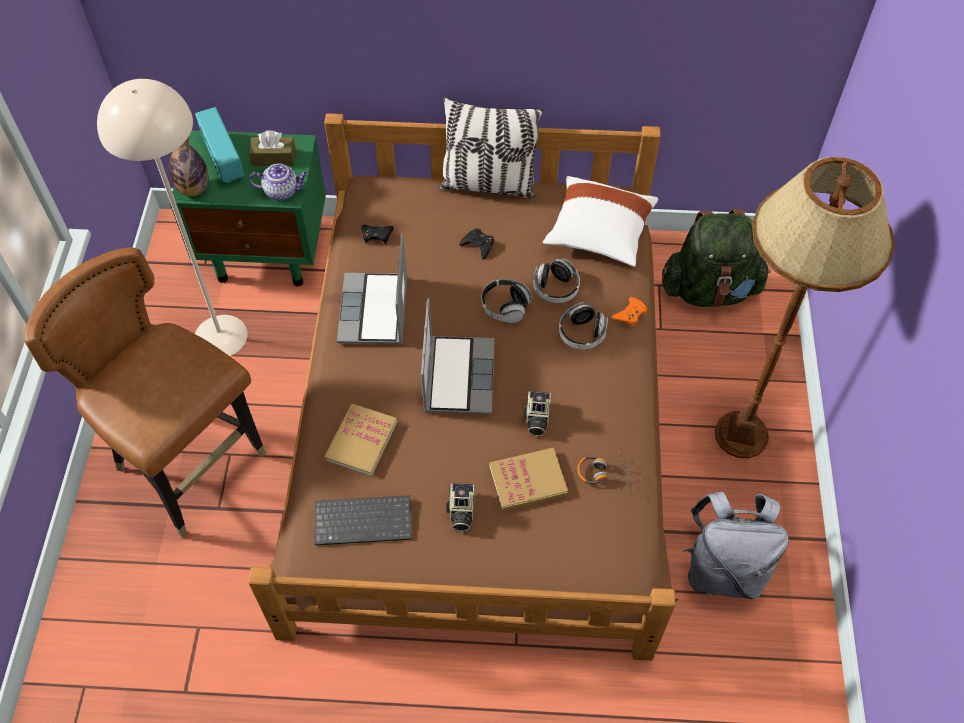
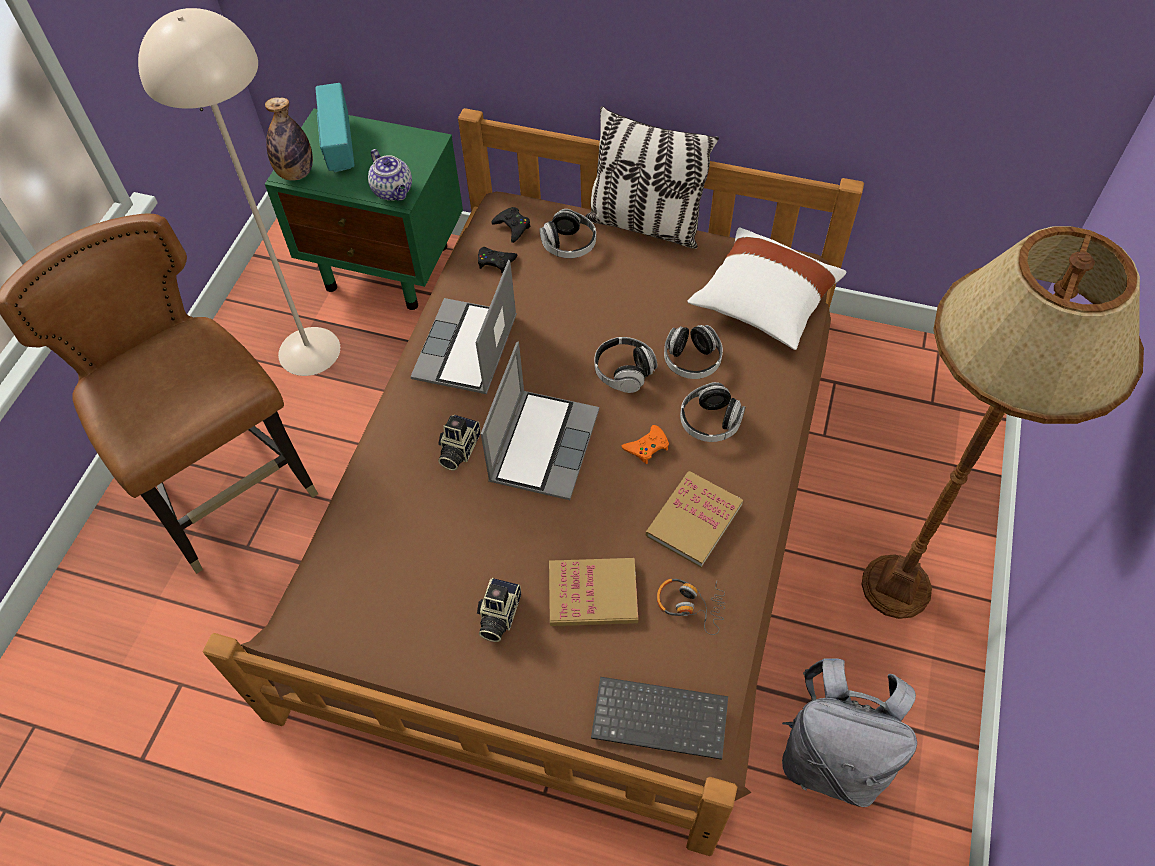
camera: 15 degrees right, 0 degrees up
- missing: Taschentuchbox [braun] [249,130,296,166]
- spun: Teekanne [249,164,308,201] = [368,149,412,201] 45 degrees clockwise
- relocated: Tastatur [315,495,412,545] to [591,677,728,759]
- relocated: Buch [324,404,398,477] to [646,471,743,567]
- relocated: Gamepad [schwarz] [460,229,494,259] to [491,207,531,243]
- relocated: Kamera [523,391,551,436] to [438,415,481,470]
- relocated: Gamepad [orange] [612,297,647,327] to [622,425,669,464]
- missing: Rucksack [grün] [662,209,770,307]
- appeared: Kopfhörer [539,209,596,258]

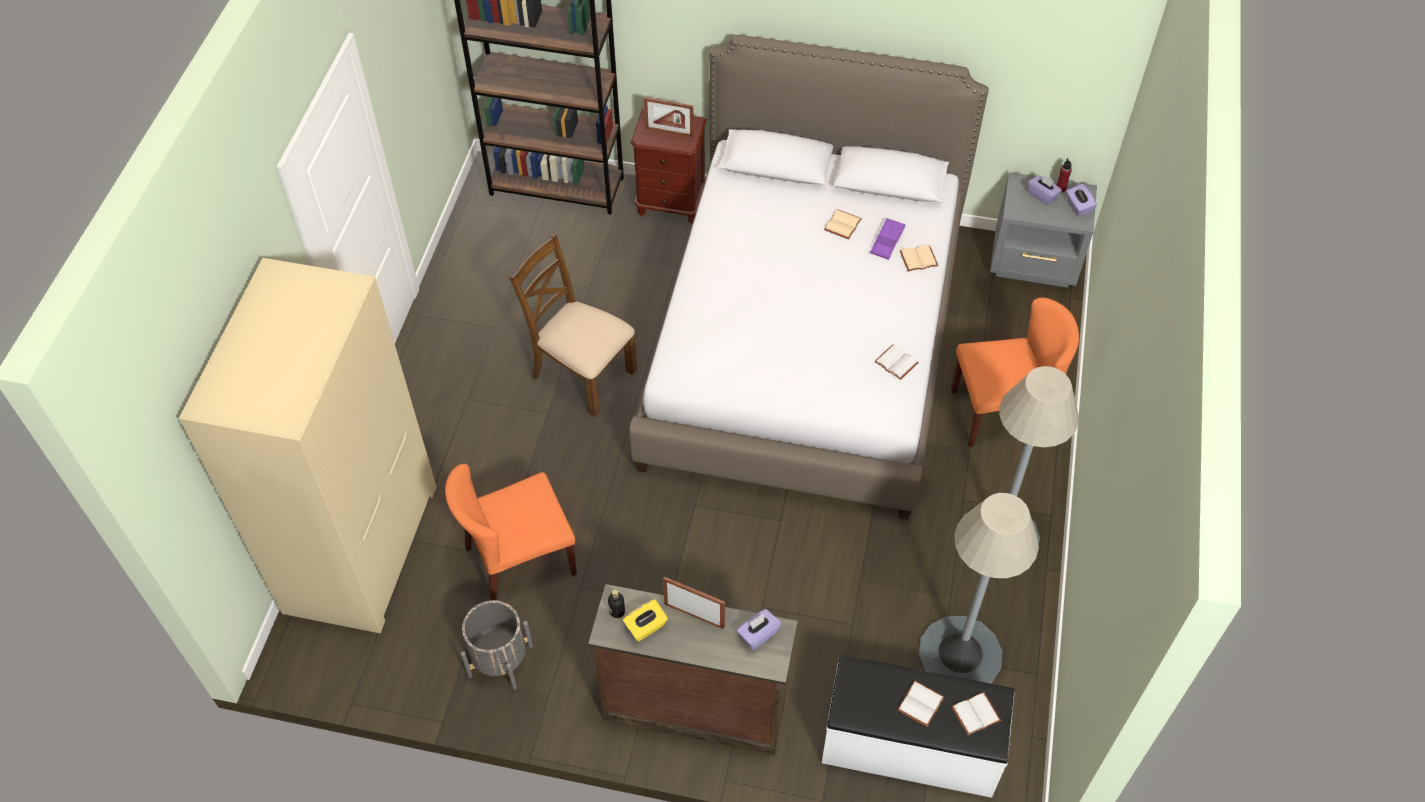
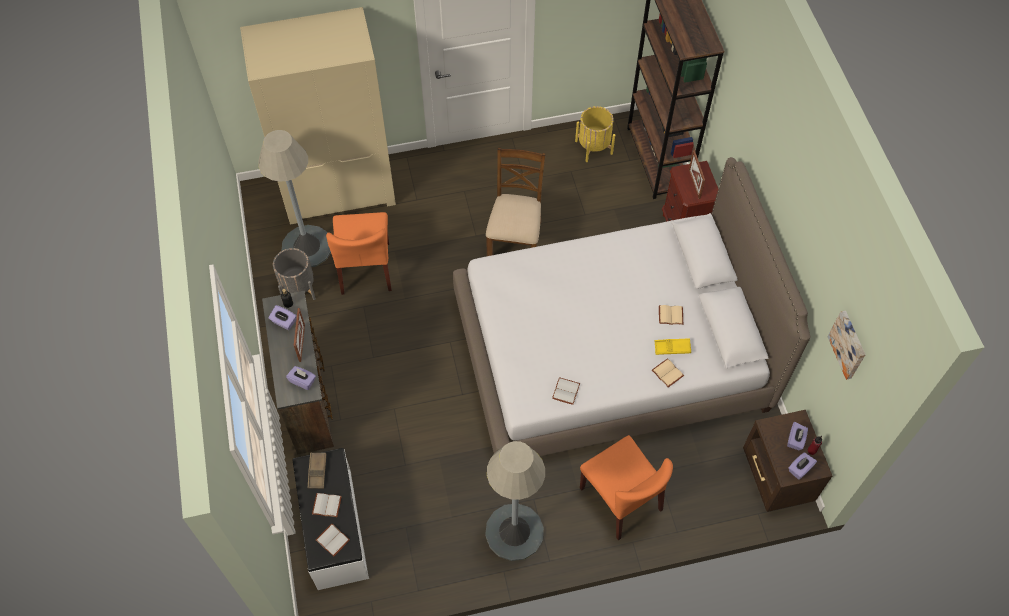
camera: 65 degrees right, 5 degrees up
- spun: Stuhl [orange] [445,464,577,600] = [326,212,392,295] 135 degrees counterclockwise
- colour: Taschentuchbox [gelb] [623,599,668,642] to Taschentuchbox [lila] [268,305,296,330]
- colour: Tablett [lila] [870,218,906,260] to Tablett [gelb] [655,338,691,355]
- relocated: Stehlampe [grau] [918,493,1039,684] to [258,130,331,267]
- colour: Nachttisch [grau] [990,172,1097,288] to Nachttisch [braun] [743,410,832,512]
- appeared: Tablett [braun] [308,453,326,489]
- appeared: Pflanzkübel [gelb] [575,106,615,162]
- appeared: Bild [827,311,866,380]

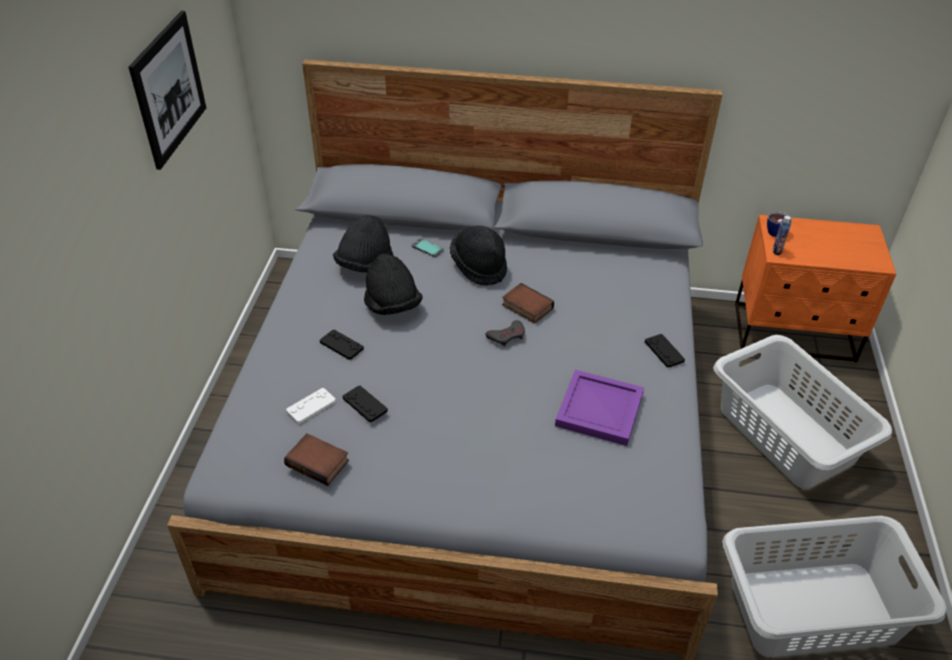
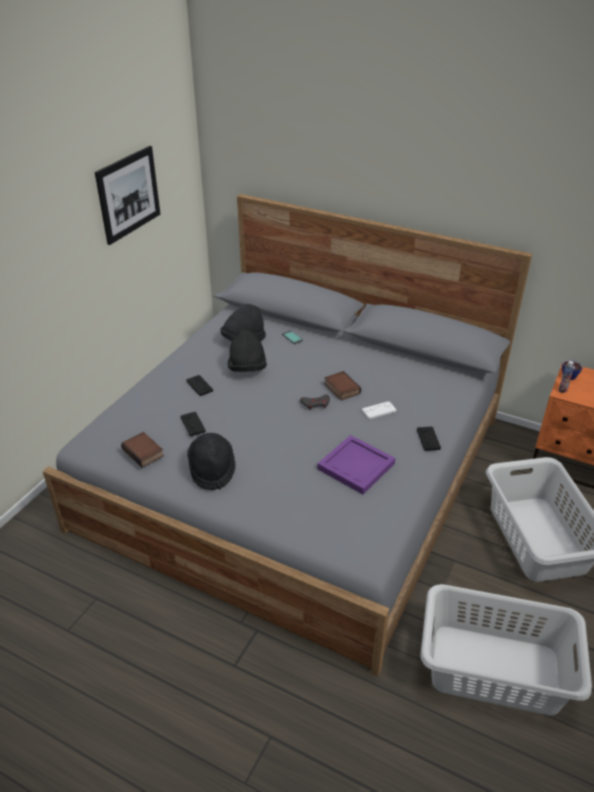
camera: 20 degrees right, 5 degrees down
- relocated: Gamepad [weiß] [286,388,336,424] to [362,401,397,419]
- relocated: Hut [schwarz] [450,226,507,286] to [187,433,236,490]

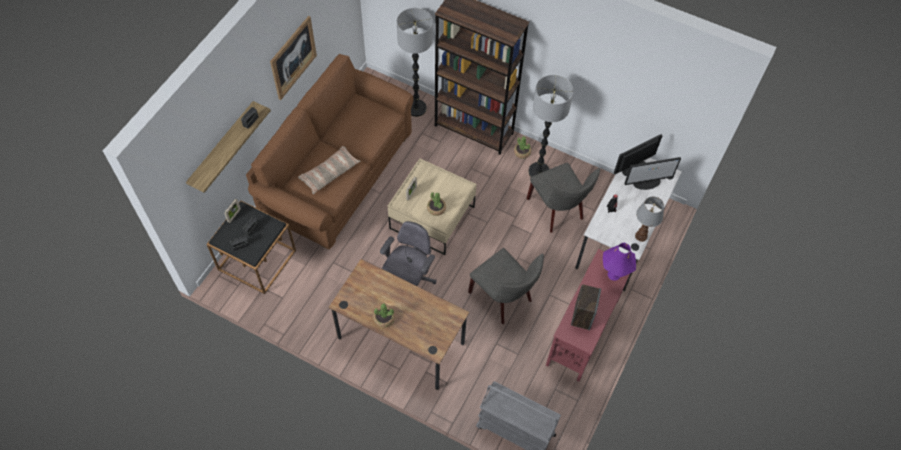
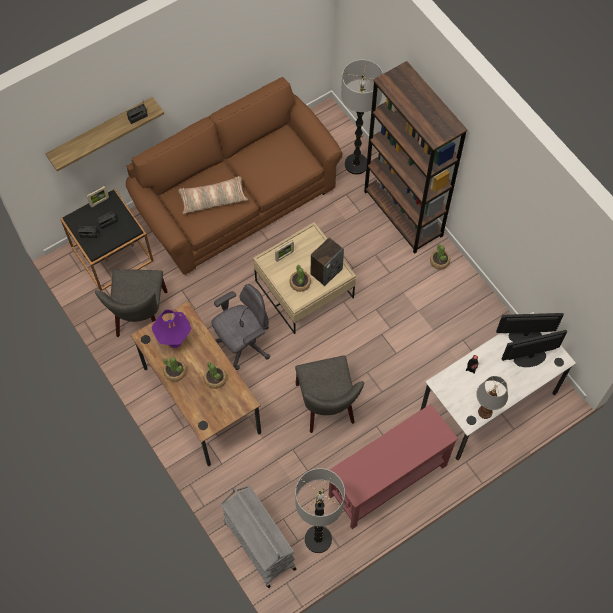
camera: 30 degrees right, 5 degrees up
- missing: Bild [270,16,317,100]
- relocated: Stuhl [grau] [527,162,600,233] to [95,269,168,337]
- relocated: Stehlampe [528,75,574,177] to [295,468,345,553]
- relocated: Lautsprecher [571,284,601,330] to [311,237,344,286]
- relocated: Tischlampe [lila] [603,243,636,281] to [151,310,192,348]
- spun: Monitor [624,157,681,190] = [502,330,567,367] 150 degrees clockwise
- appeared: Topfpflanze [204,362,227,389]

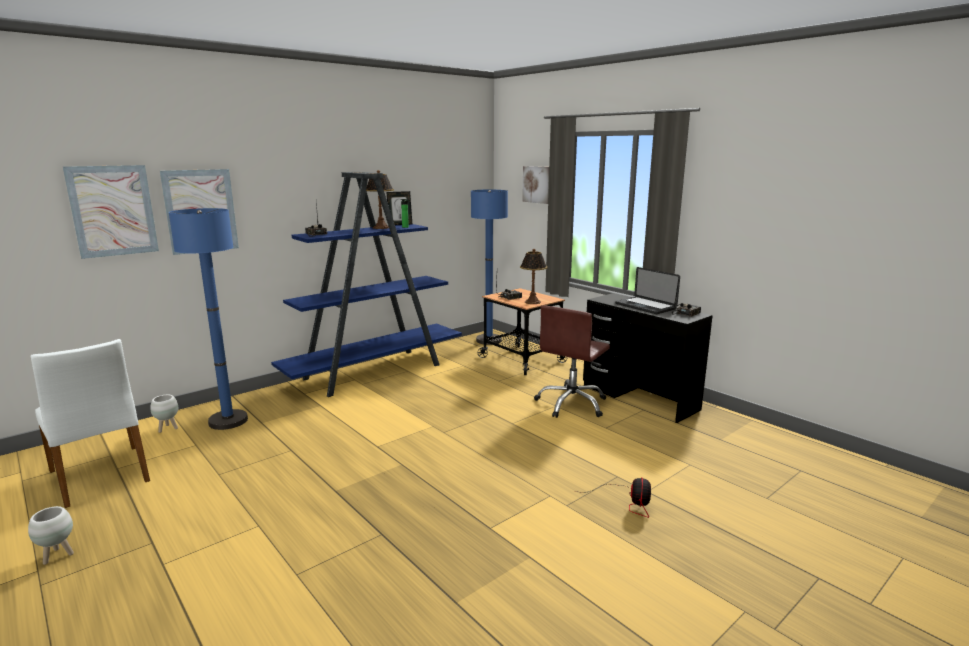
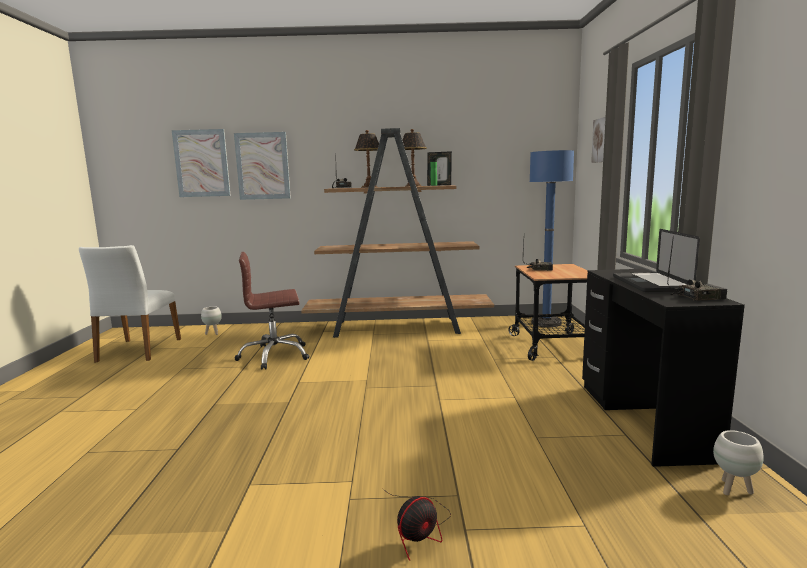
camera: 40 degrees right, 5 degrees down
- relocated: Pflanzkübel [weiß] [28,506,74,565] to [713,430,764,495]
- missing: Stehlampe [blau] [169,208,248,430]
- colour: Bücherregal [blau] [271,172,462,397] to Bücherregal [braun] [301,128,494,338]
- relocated: Tischlampe [520,249,548,304] to [354,130,379,188]
- relocated: Bürostuhl [braun] [534,305,610,418] to [235,252,309,369]

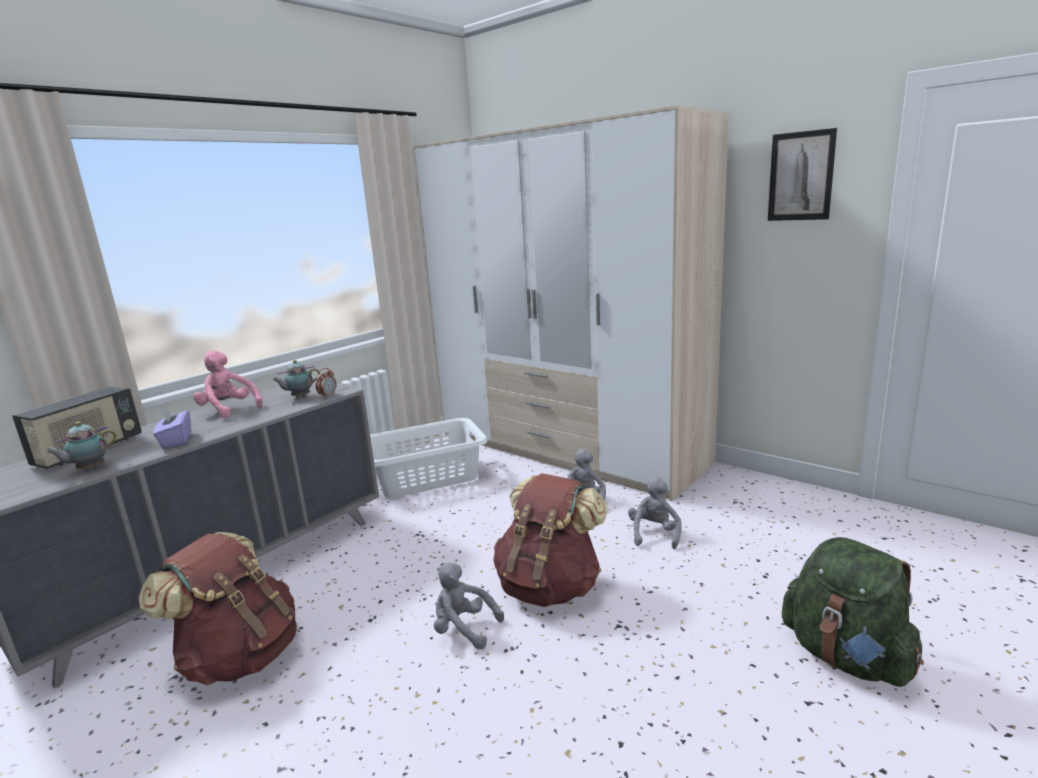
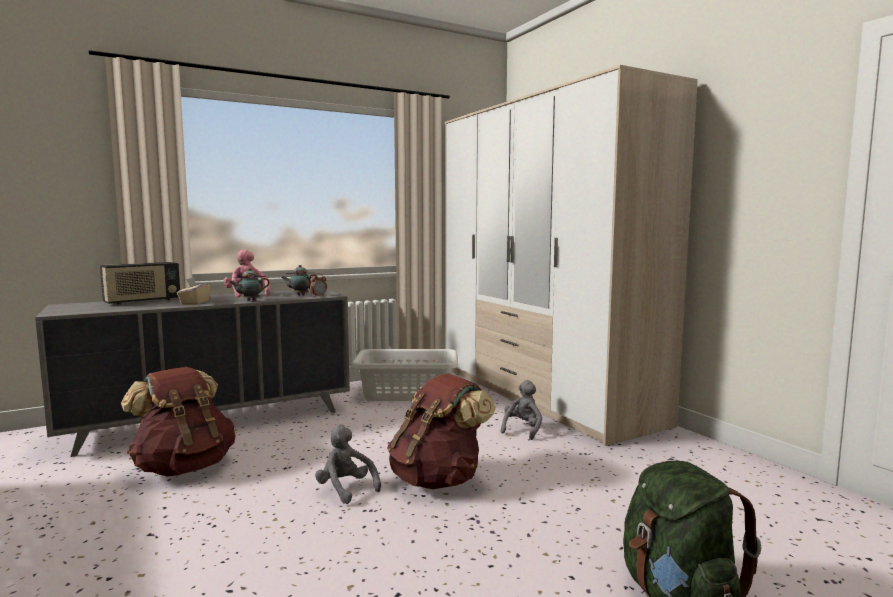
camera: 20 degrees right, 10 degrees down
- relocated: Teekanne [46,422,116,471] to [229,268,270,301]
- colour: Taschentuchbox [lila] [153,407,191,448] to Taschentuchbox [beige] [177,277,211,305]
- missing: Plüschtier [grau] [628,477,682,549]
- missing: Bild [768,128,837,221]

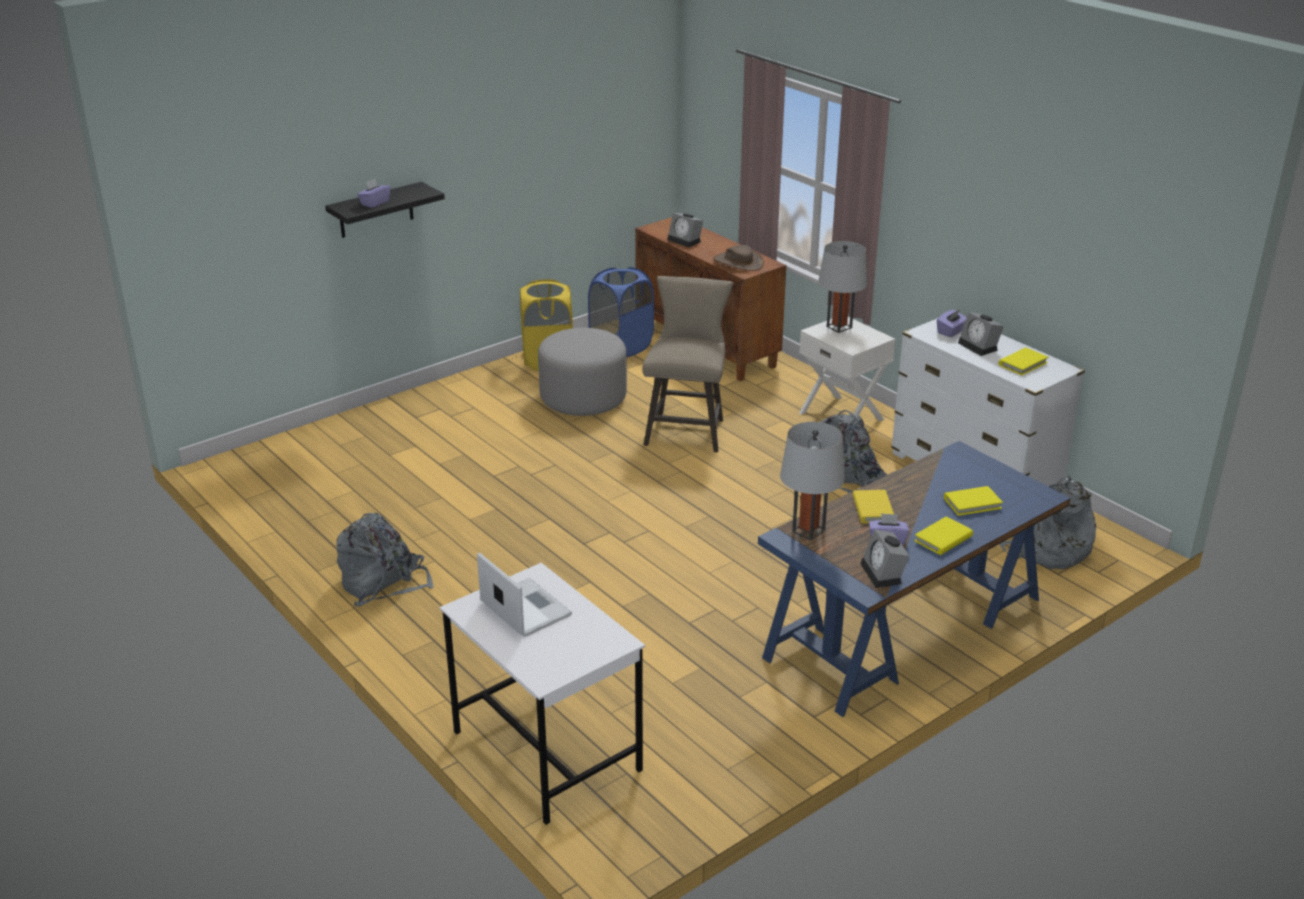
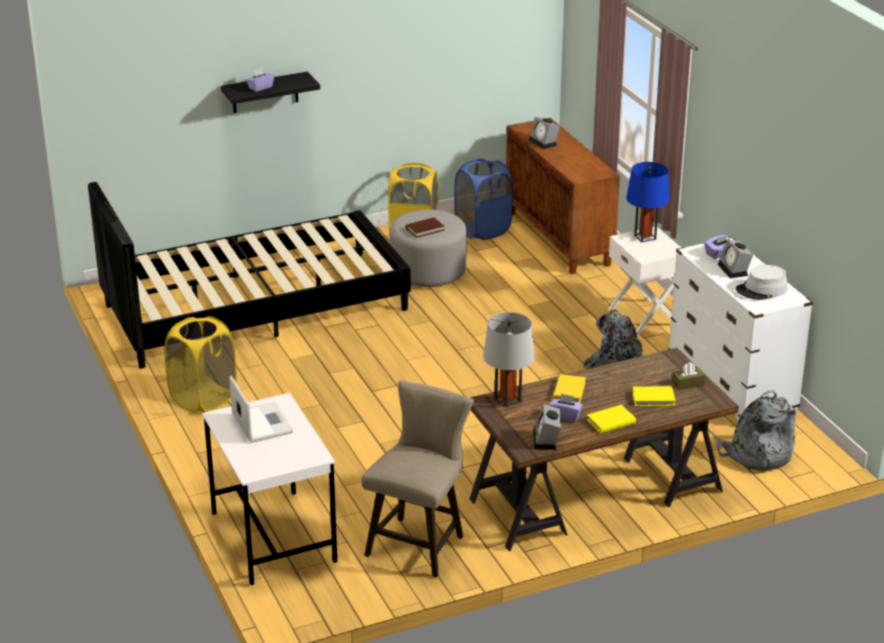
camera: 15 degrees right, 0 degrees up
- exchanged: Rucksack [grau] [336,513,434,607] to Wäschekorb [gelb] [164,316,237,413]
- relocated: Hocker [beige] [643,276,733,452] to [362,380,474,578]
- missing: Hut [braun] [713,245,764,271]
- colour: Schreibtisch [blau] [758,441,1071,717] to Schreibtisch [braun] [469,348,739,551]
- colour: Tischlampe [grau] [818,241,867,333] to Tischlampe [blau] [626,162,670,242]
- exchanged: Buch [gelb] [999,348,1049,375] to Hut [grau] [736,265,788,300]
- appeared: Bett [schwarz] [88,182,411,369]
- appeared: Buch [braun] [406,217,444,238]
- appeared: Taschentuchbox [braun] [672,362,705,390]

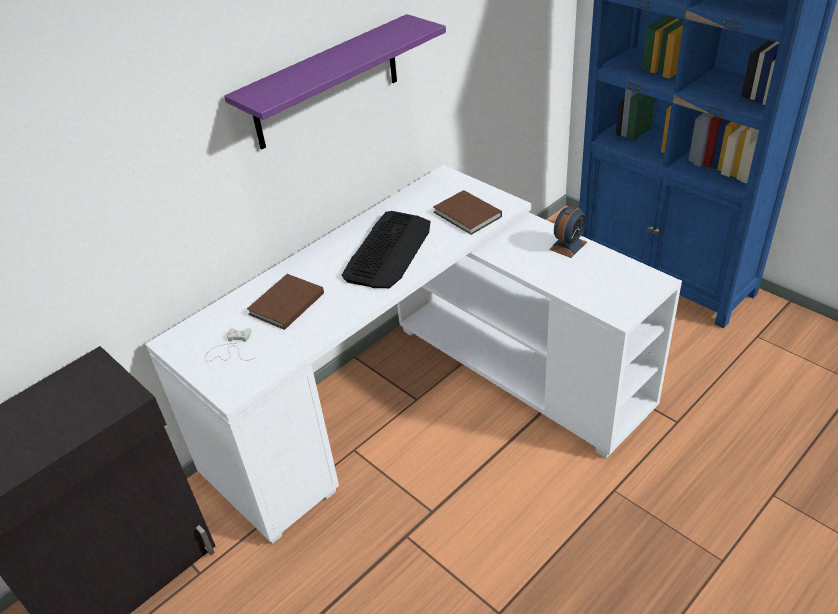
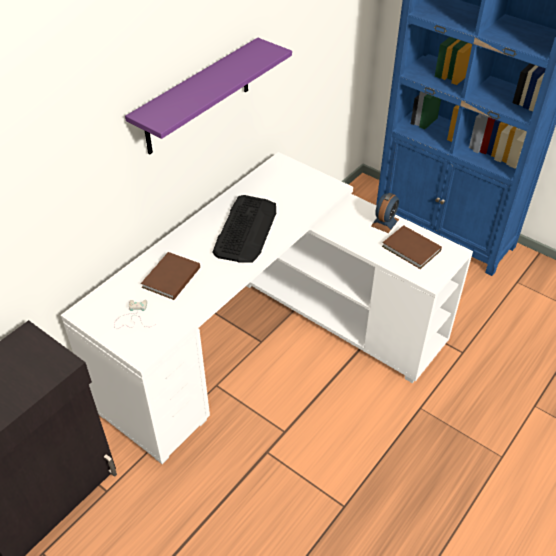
camera: 10 degrees left, 5 degrees up
- relocated: Buch [braun] [433,190,502,235] to [382,225,442,269]

